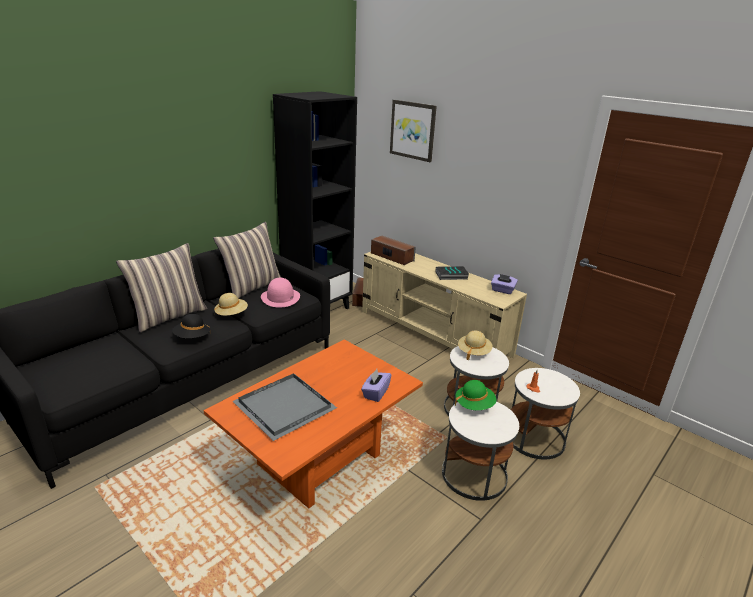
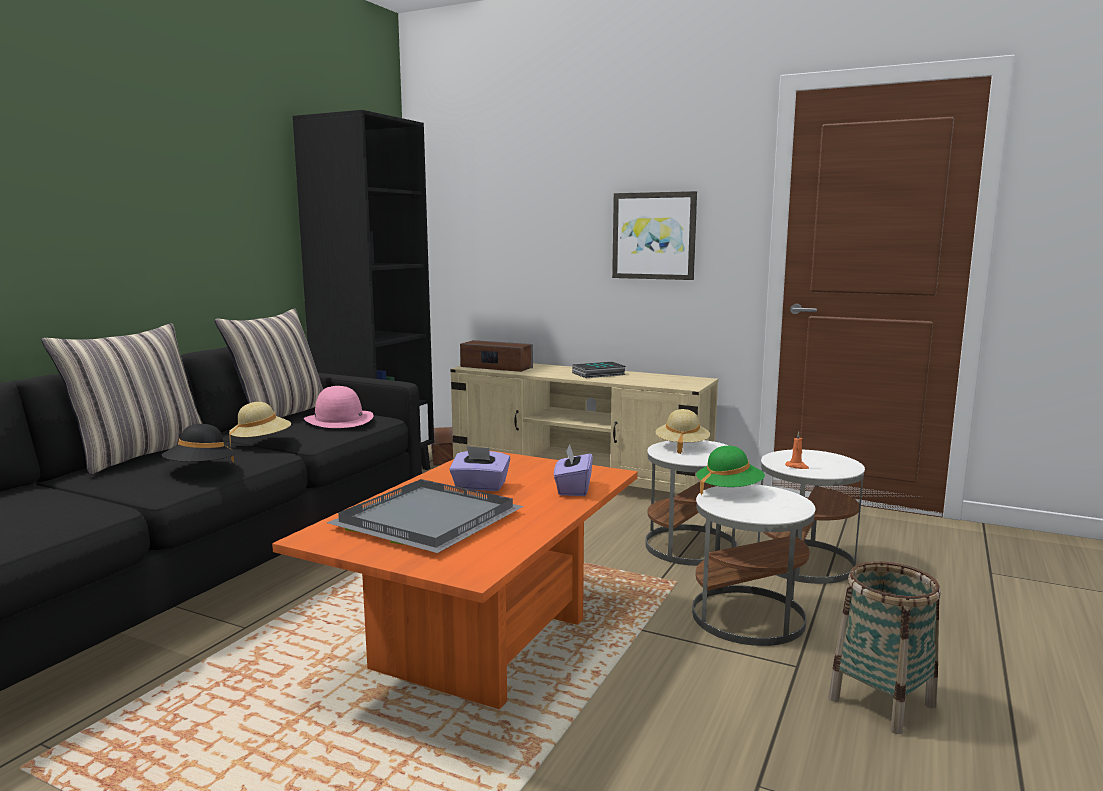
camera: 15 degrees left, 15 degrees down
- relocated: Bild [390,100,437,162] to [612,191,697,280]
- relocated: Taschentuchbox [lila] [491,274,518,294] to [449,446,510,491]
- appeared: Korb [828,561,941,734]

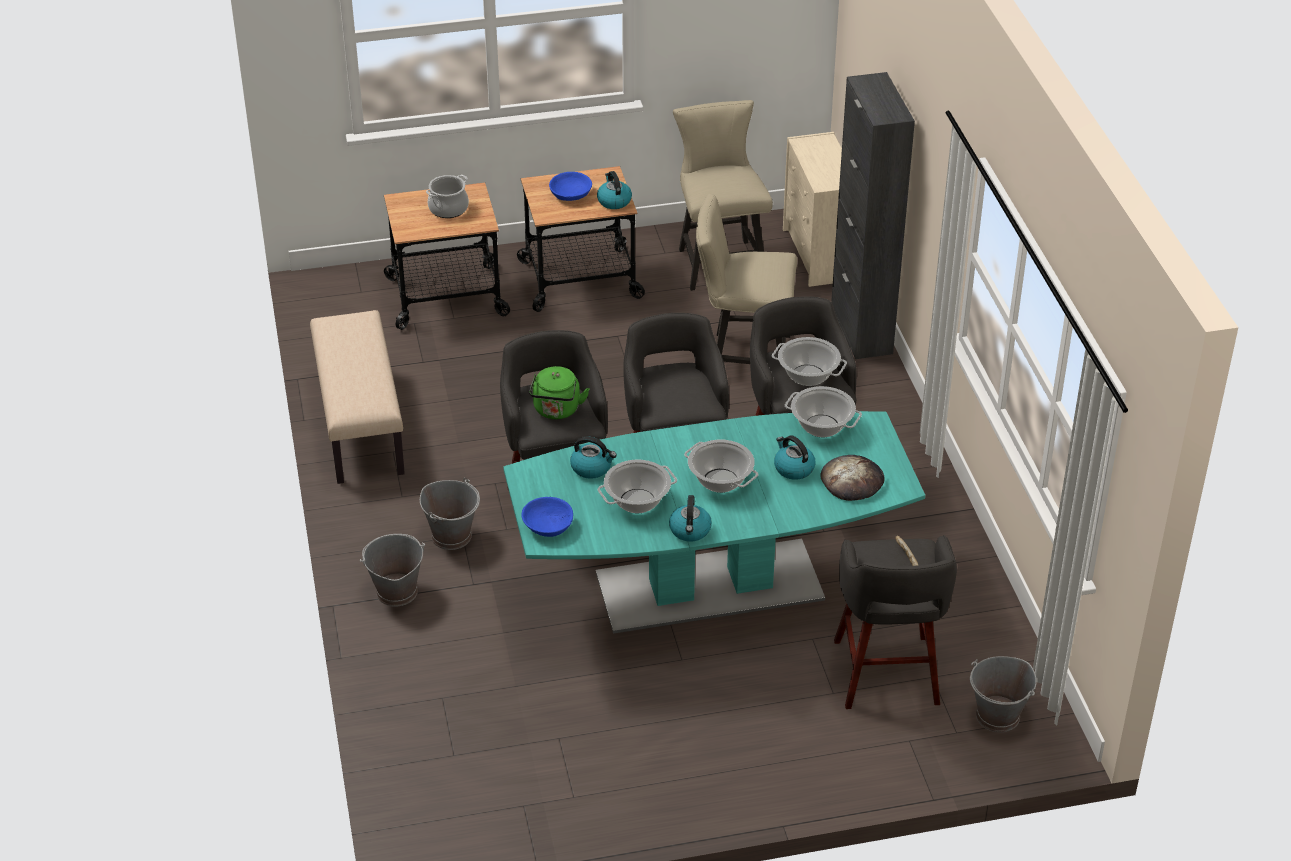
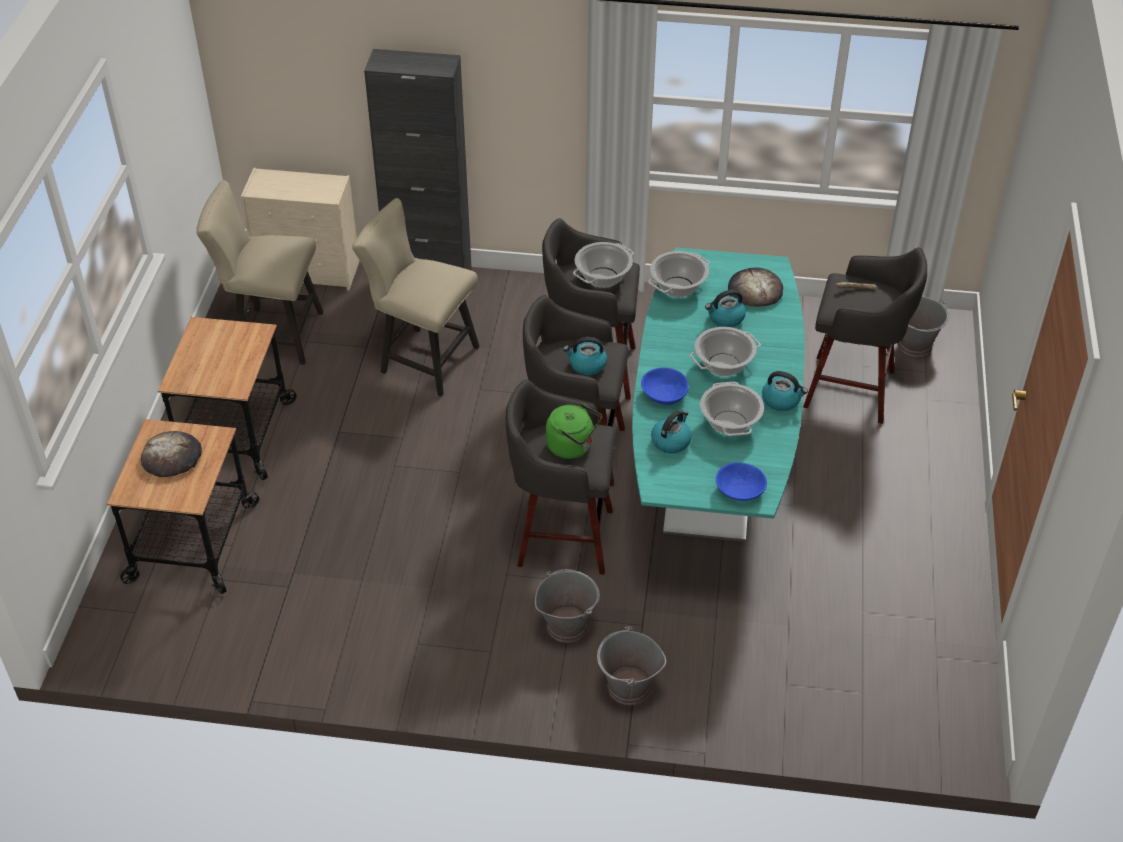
camera: 70 degrees left, 5 degrees up
- missing: Bank [beige] [310,310,405,484]
- exchanged: Kochtopf [426,175,469,218] to Brot [141,431,202,477]
- relocated: Schüssel [blau] [549,172,592,201] to [641,368,689,405]
- relocated: Wasserkessel [597,171,632,209] to [563,337,607,375]
- spun: Stuhl [beige] [696,194,797,364] = [352,198,480,397] 90 degrees clockwise

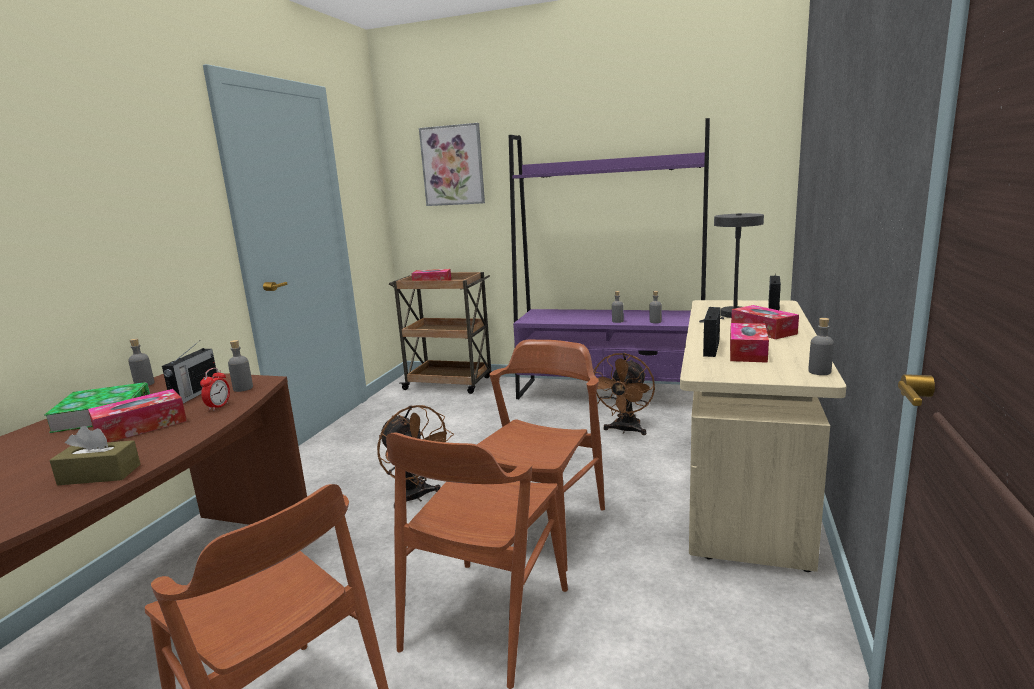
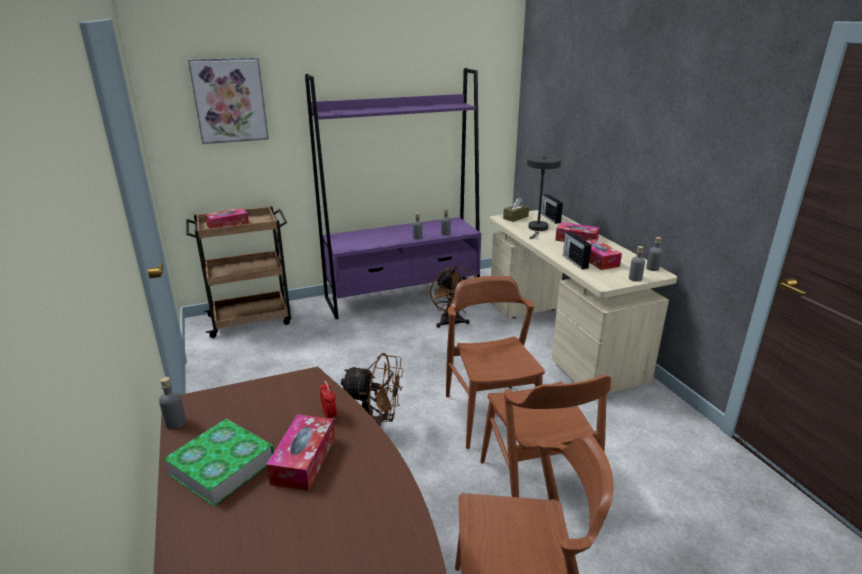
camera: 40 degrees left, 10 degrees up
- relocated: Taschentuchbox [braun] [49,426,140,485] to [503,198,529,222]
- missing: Radio [162,342,217,404]
- relocated: Flasche [grau] [228,340,253,392] to [629,246,645,282]

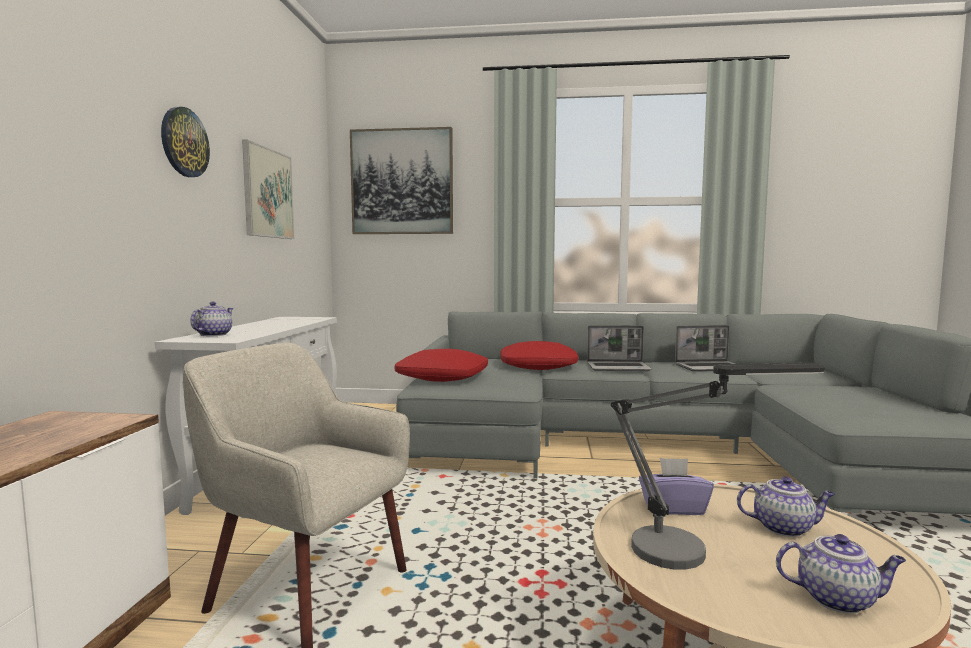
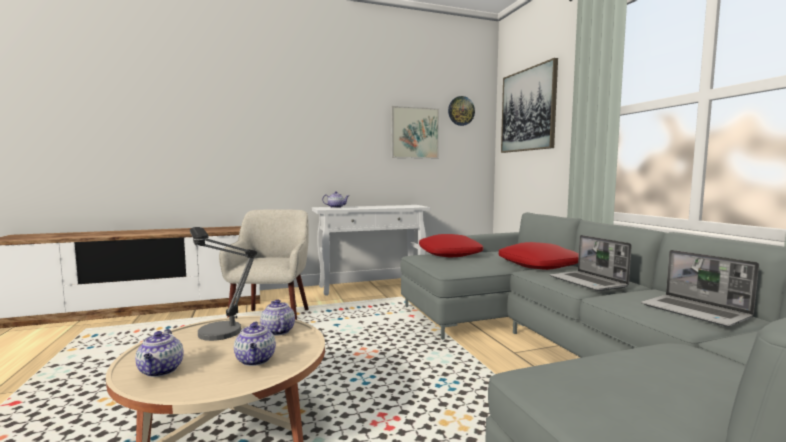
camera: 65 degrees right, 0 degrees up
- relocated: Wanduhr [161,107,210,177] to [448,96,475,126]
- exchanged: Taschentuchbox [lila] [639,458,714,515] to Teekanne [260,300,295,336]

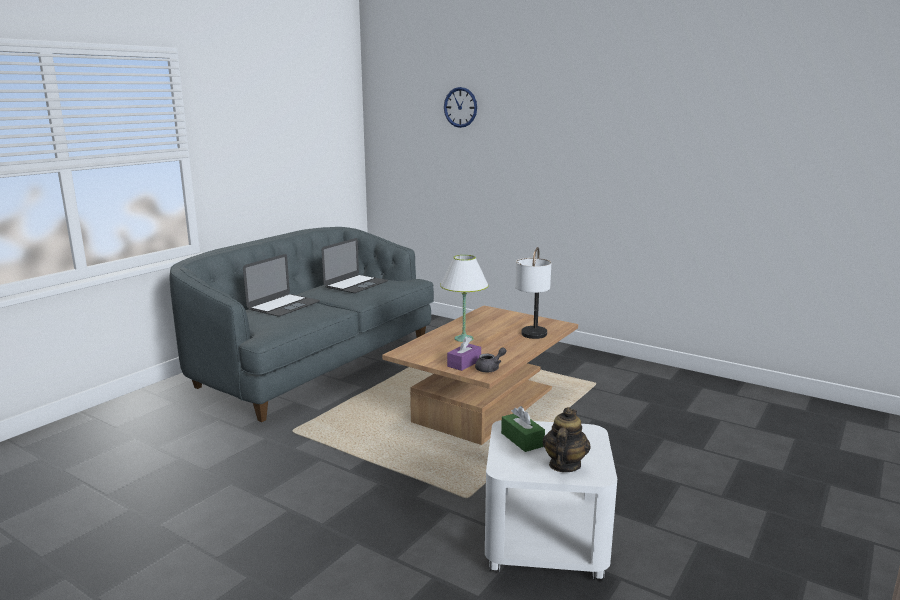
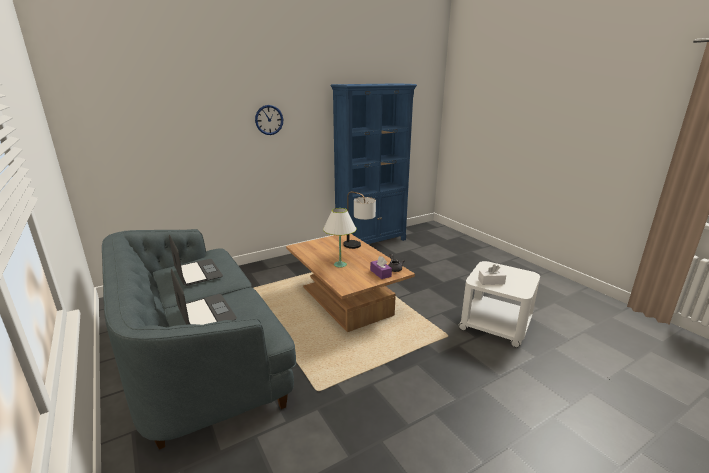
camera: 65 degrees left, 5 degrees up
- relocated: Wanduhr [444,87,477,128] to [255,105,283,135]
- colour: Taschentuchbox [grün] [501,406,545,452] to Taschentuchbox [weiß] [478,264,506,285]
- missing: Teekanne [543,407,591,472]
- appeared: Bücherregal [blau] [331,83,417,244]

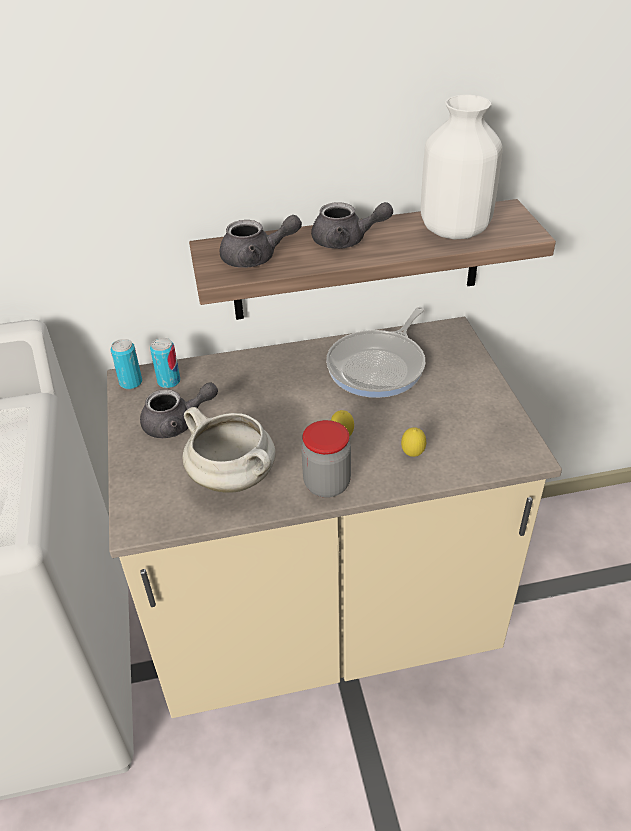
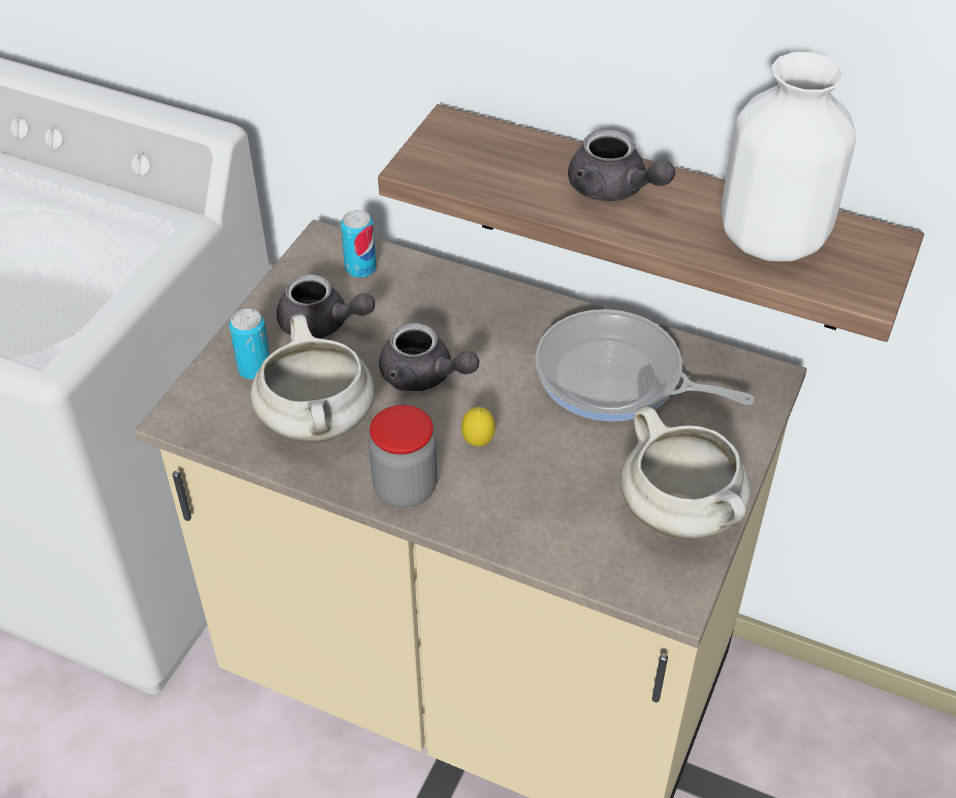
camera: 35 degrees right, 5 degrees up
- relocated: Dose [110,339,142,389] to [229,309,270,380]
- relocated: Teekanne [grau] [220,215,302,268] to [379,323,480,391]
- spun: Pfanne [326,307,425,398] = [535,309,754,422] 45 degrees clockwise
- missing: Zitrone [401,427,426,457]
- appeared: Kochtopf [weiß] [621,407,750,540]

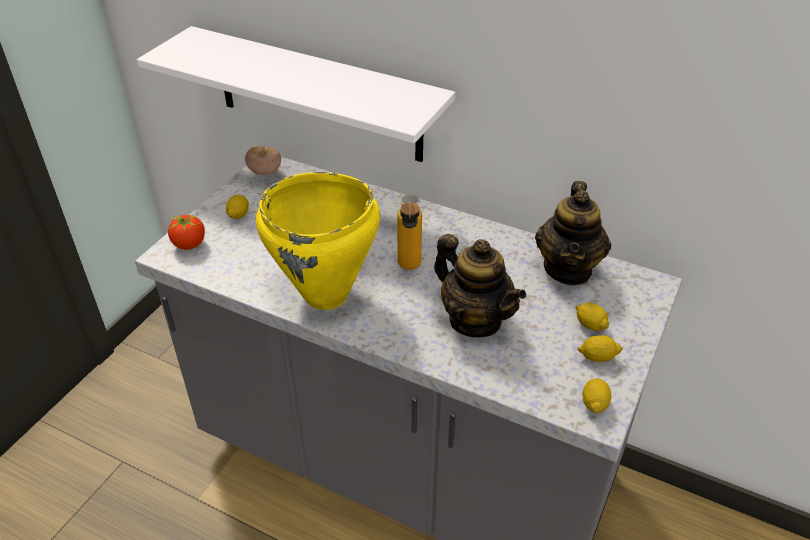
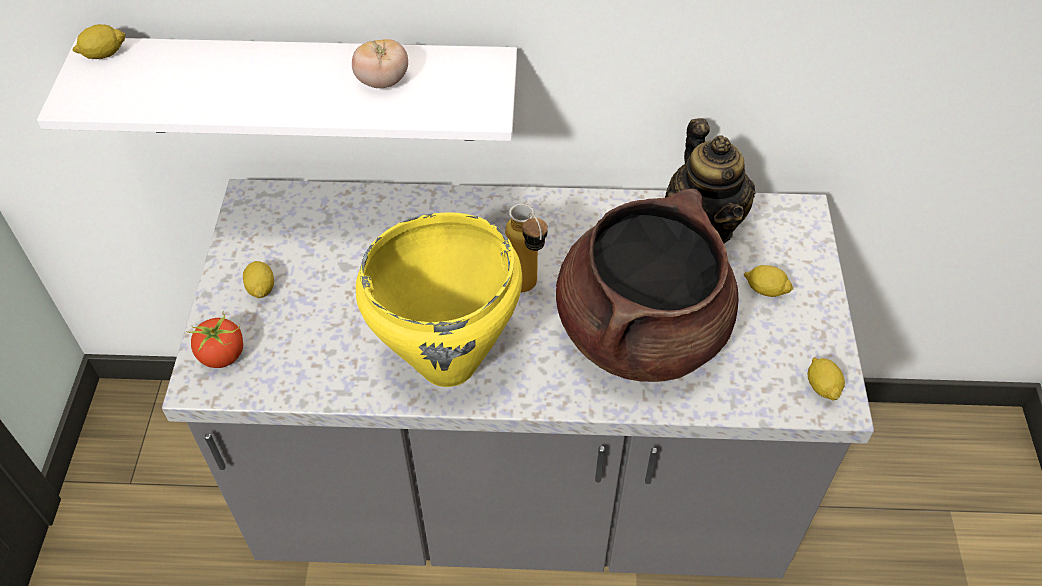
camera: 25 degrees left, 10 degrees up
- relocated: Tomate [245,146,281,175] to [352,39,408,88]
- exchanged: Teekanne [434,234,526,337] to Kochtopf [braun] [556,188,739,382]
- relocated: Zitrone [577,335,623,362] to [73,24,126,59]

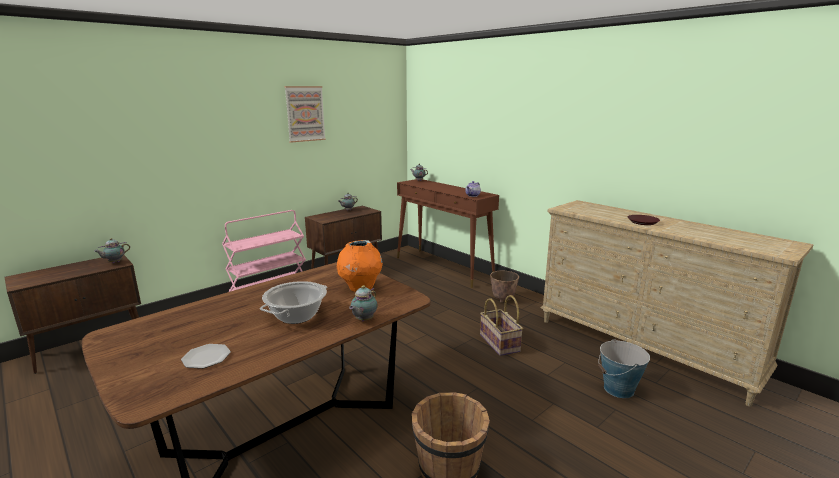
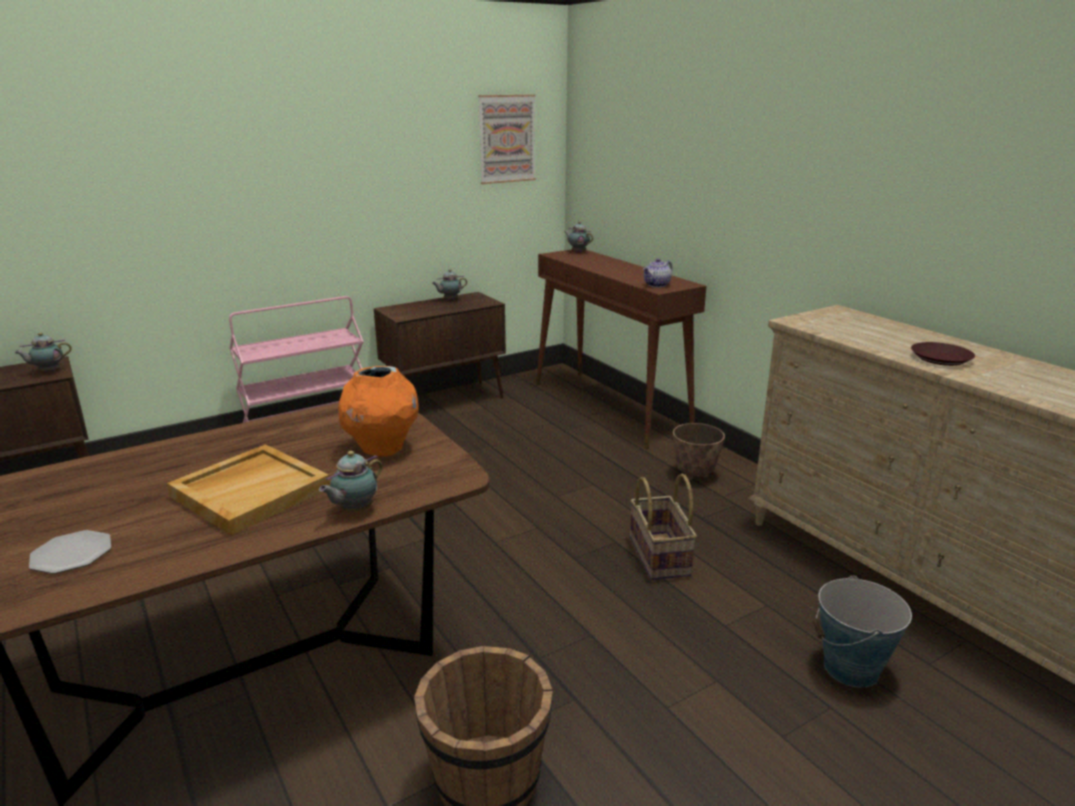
camera: 10 degrees right, 5 degrees up
- exchanged: Kochtopf [260,281,327,324] to Tablett [beige] [167,444,330,535]
- relocated: Bild [284,86,326,143] to [478,94,536,184]

